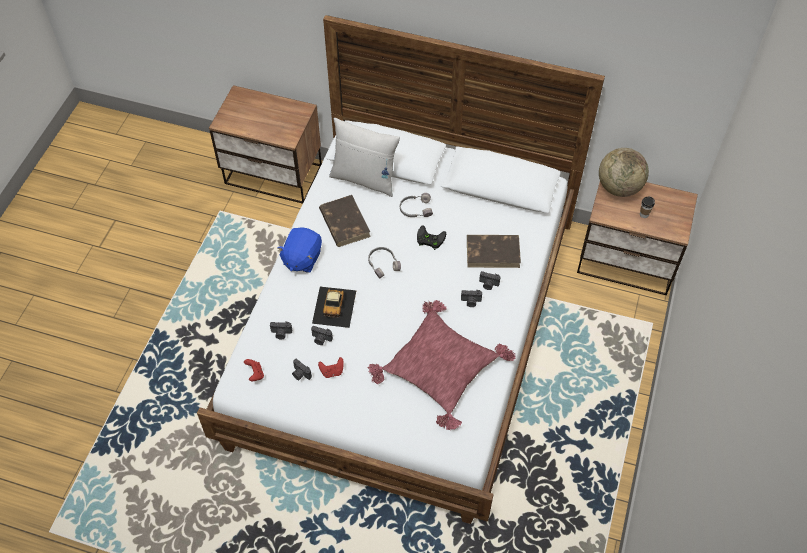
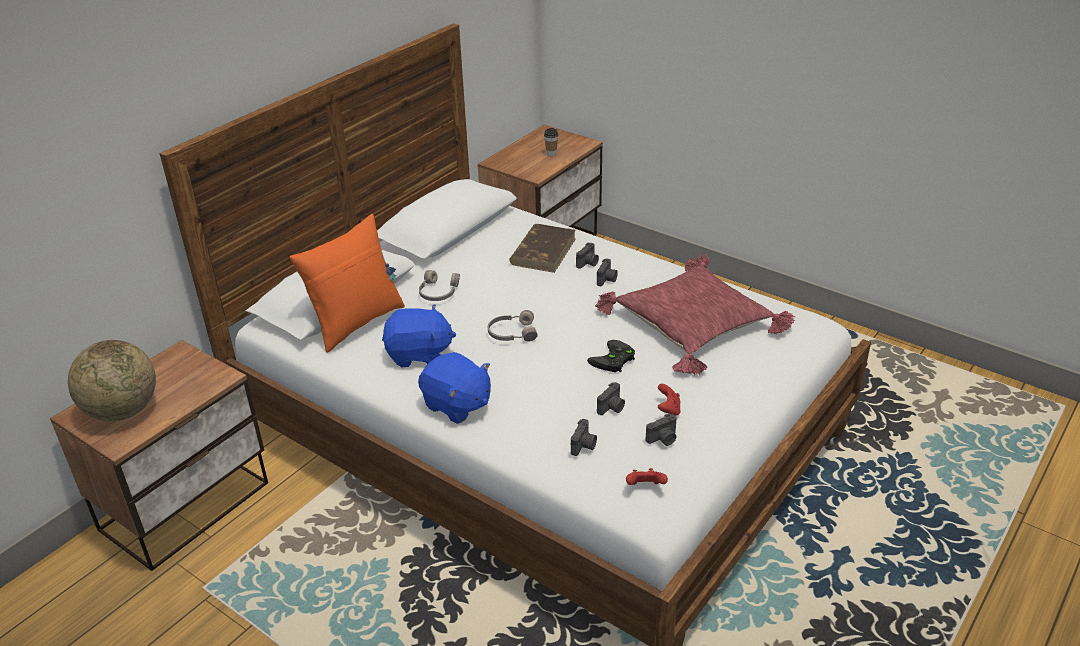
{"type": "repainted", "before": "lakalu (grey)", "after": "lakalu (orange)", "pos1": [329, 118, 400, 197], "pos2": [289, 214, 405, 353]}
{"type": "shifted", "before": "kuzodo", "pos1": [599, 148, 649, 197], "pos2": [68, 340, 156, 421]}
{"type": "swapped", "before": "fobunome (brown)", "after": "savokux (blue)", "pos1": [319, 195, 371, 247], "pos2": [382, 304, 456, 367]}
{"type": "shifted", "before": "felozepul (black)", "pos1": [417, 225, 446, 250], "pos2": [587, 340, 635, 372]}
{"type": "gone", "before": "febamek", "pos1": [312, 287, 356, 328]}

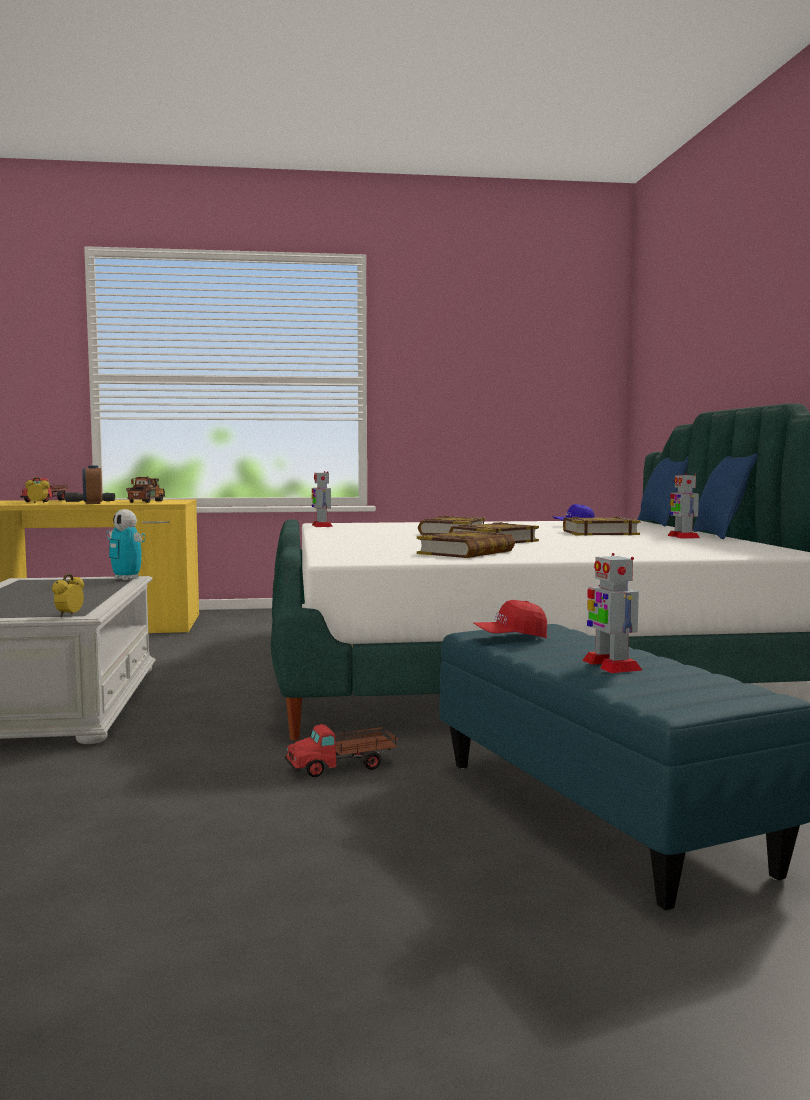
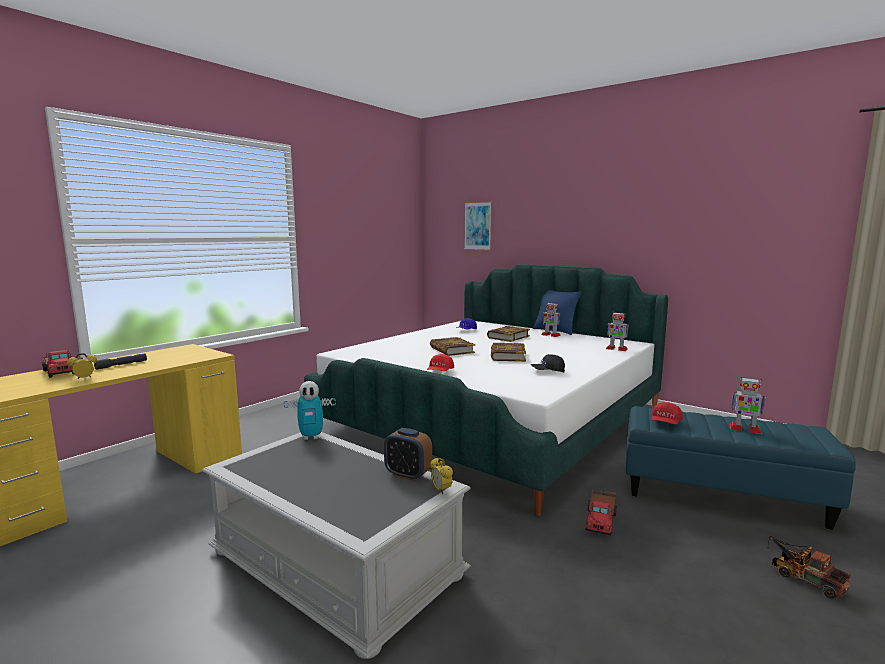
{"type": "gone", "before": "lakalu (blue)", "pos1": [637, 455, 689, 526]}
{"type": "shifted", "before": "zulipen", "pos1": [82, 466, 102, 504], "pos2": [384, 428, 432, 481]}
{"type": "shifted", "before": "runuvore", "pos1": [312, 471, 333, 527], "pos2": [606, 312, 629, 351]}
{"type": "shifted", "before": "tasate", "pos1": [126, 476, 165, 503], "pos2": [766, 537, 851, 598]}
{"type": "swapped", "before": "fobunome", "after": "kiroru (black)", "pos1": [417, 531, 515, 558], "pos2": [530, 354, 565, 372]}
{"type": "new", "after": "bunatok", "pos2": [464, 201, 491, 250]}
{"type": "new", "after": "kiroru (red)", "pos2": [427, 354, 454, 372]}

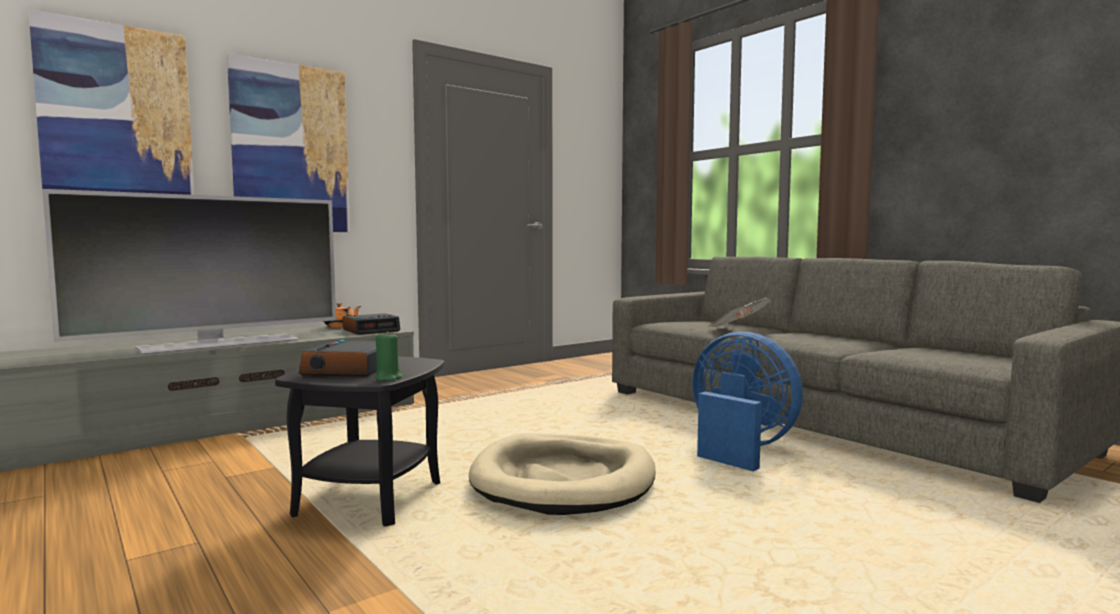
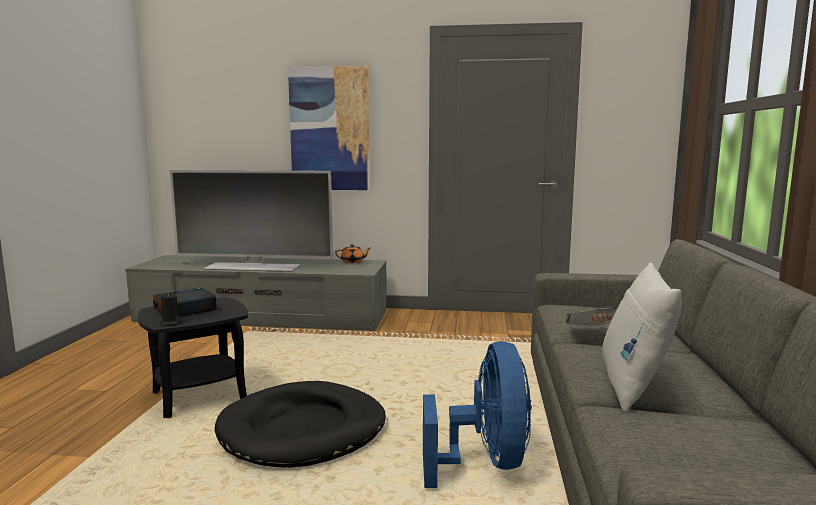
{"type": "gone", "before": "bunatok", "pos1": [28, 9, 194, 195]}
{"type": "gone", "before": "zulipen", "pos1": [342, 313, 400, 335]}
{"type": "repainted", "before": "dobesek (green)", "after": "dobesek (black)", "pos1": [374, 331, 403, 381], "pos2": [160, 292, 181, 326]}
{"type": "repainted", "before": "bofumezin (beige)", "after": "bofumezin (black)", "pos1": [469, 433, 656, 515], "pos2": [215, 381, 386, 468]}
{"type": "new", "after": "lakalu (grey)", "pos2": [602, 262, 682, 412]}

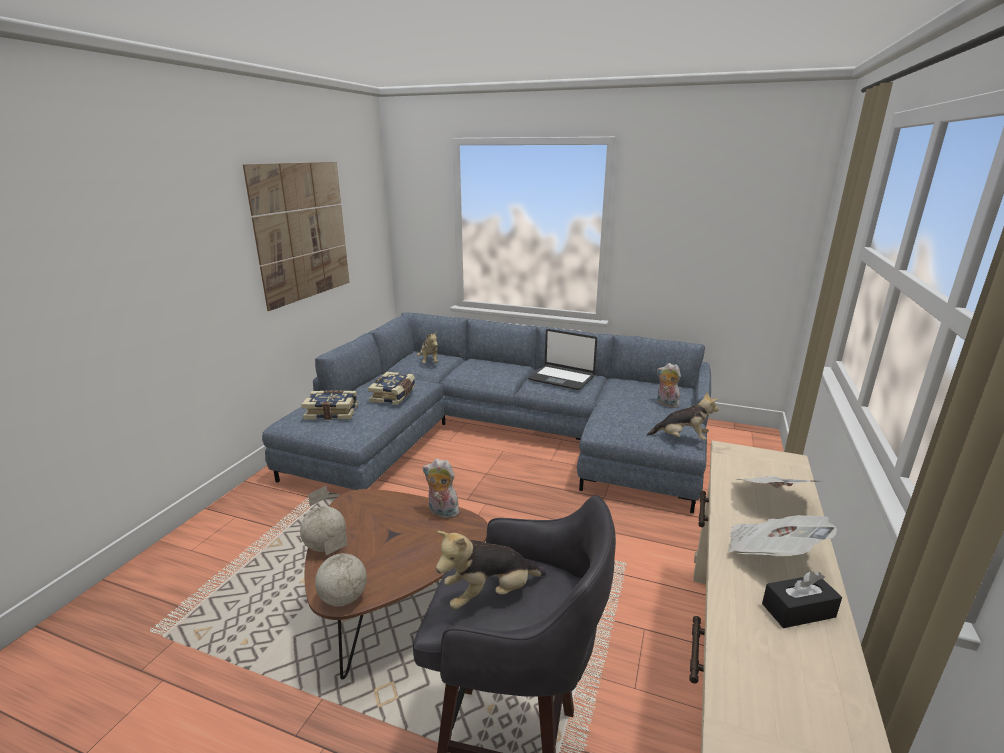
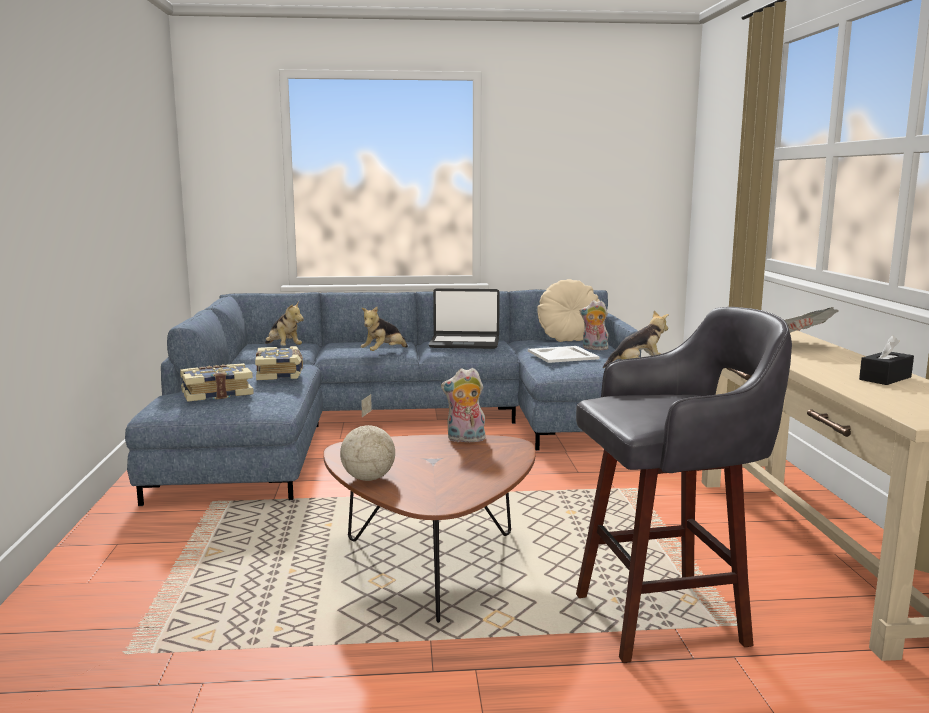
{"type": "gone", "before": "bunatok", "pos1": [243, 162, 350, 311]}
{"type": "gone", "before": "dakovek", "pos1": [727, 515, 837, 556]}
{"type": "shifted", "before": "savokux", "pos1": [436, 531, 547, 609], "pos2": [361, 307, 408, 351]}
{"type": "gone", "before": "kuzodo", "pos1": [315, 532, 367, 606]}
{"type": "new", "after": "lakalu (beige)", "pos2": [537, 279, 600, 342]}
{"type": "new", "after": "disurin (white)", "pos2": [528, 346, 599, 363]}

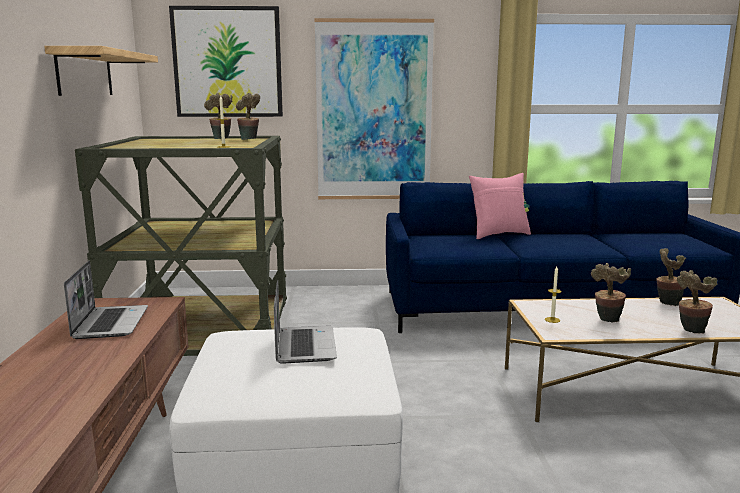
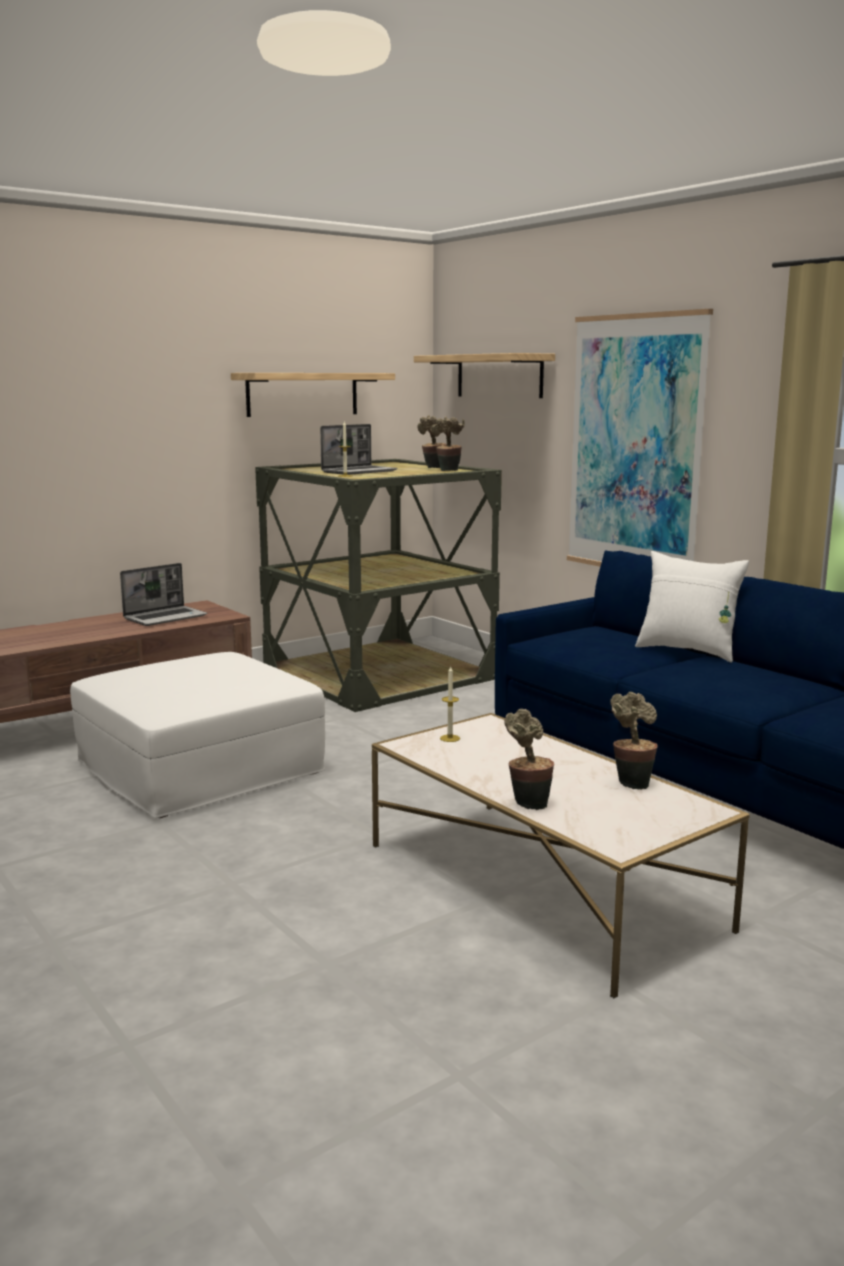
{"type": "swapped", "before": "bunatok", "after": "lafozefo", "pos1": [169, 6, 283, 117], "pos2": [414, 353, 555, 398]}
{"type": "repainted", "before": "lakalu (pink)", "after": "lakalu (white)", "pos1": [469, 173, 531, 239], "pos2": [635, 551, 749, 663]}
{"type": "gone", "before": "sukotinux", "pos1": [591, 263, 631, 322]}
{"type": "shifted", "before": "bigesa", "pos1": [274, 280, 337, 364], "pos2": [320, 424, 398, 475]}

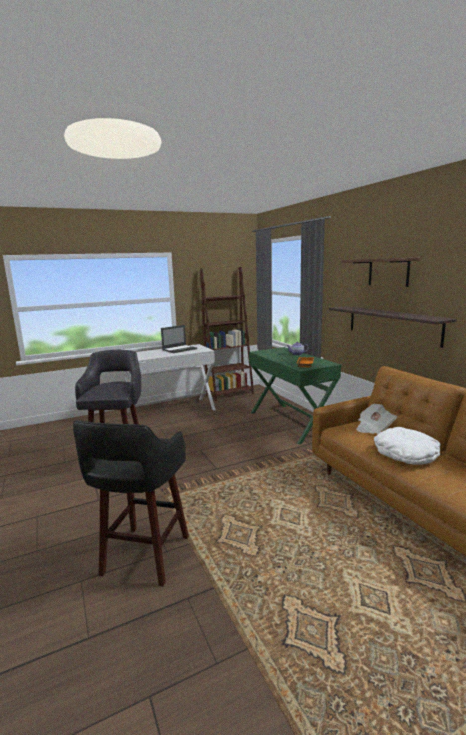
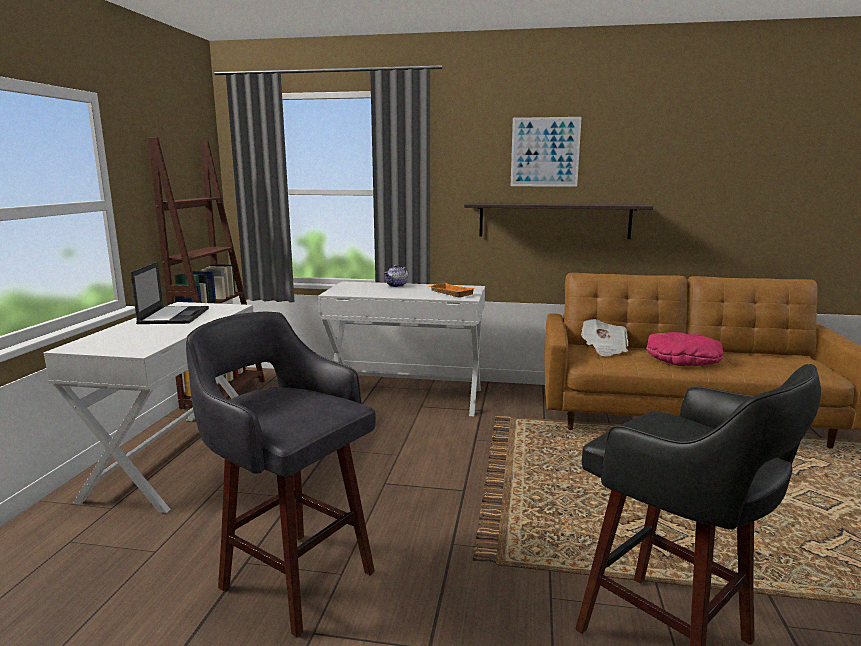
{"type": "swapped", "before": "lafozefo", "after": "bunatok", "pos1": [342, 257, 420, 287], "pos2": [511, 117, 582, 187]}
{"type": "repainted", "before": "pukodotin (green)", "after": "pukodotin (white)", "pos1": [249, 347, 341, 445], "pos2": [318, 281, 485, 417]}
{"type": "repainted", "before": "lakalu (white)", "after": "lakalu (pink)", "pos1": [374, 427, 441, 465], "pos2": [646, 332, 724, 366]}

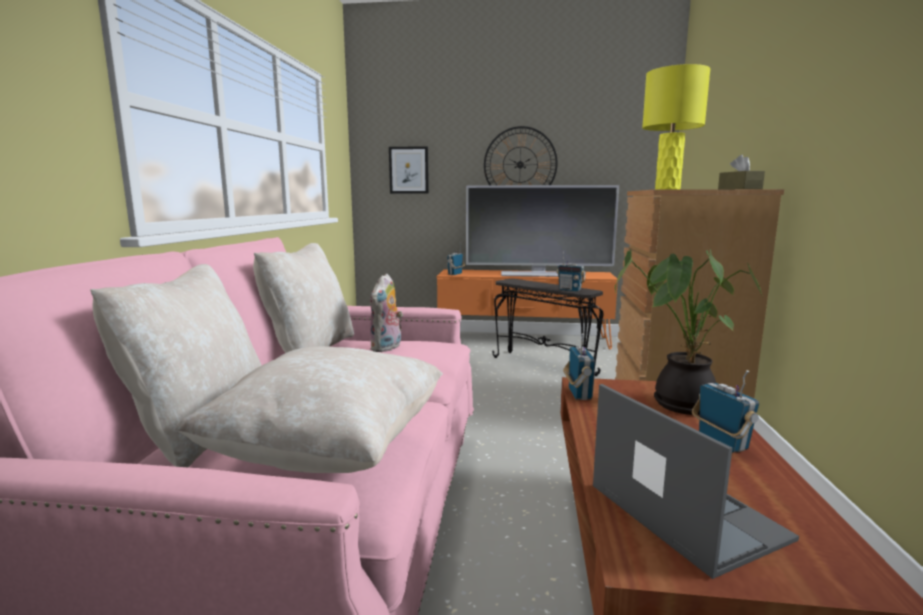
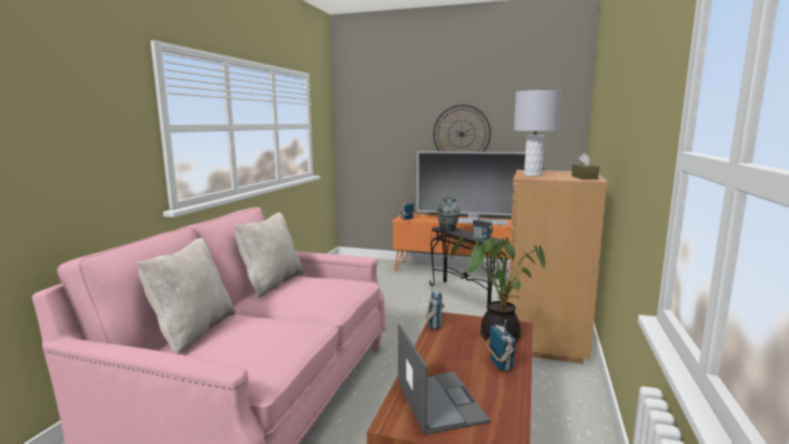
{"type": "repainted", "before": "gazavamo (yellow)", "after": "gazavamo (grey)", "pos1": [642, 64, 710, 190], "pos2": [514, 90, 561, 176]}
{"type": "gone", "before": "bunatok", "pos1": [389, 146, 429, 194]}
{"type": "gone", "before": "savokux", "pos1": [370, 273, 403, 352]}
{"type": "gone", "before": "lakalu (beige)", "pos1": [175, 346, 443, 473]}
{"type": "new", "after": "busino", "pos2": [437, 197, 460, 231]}

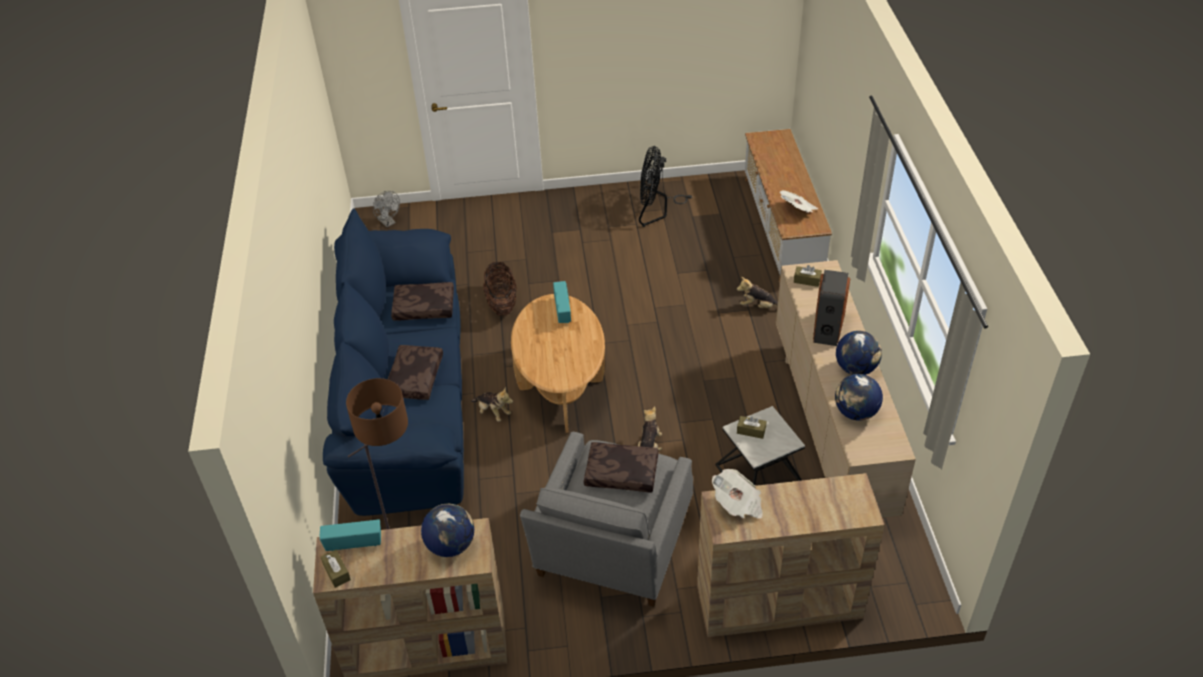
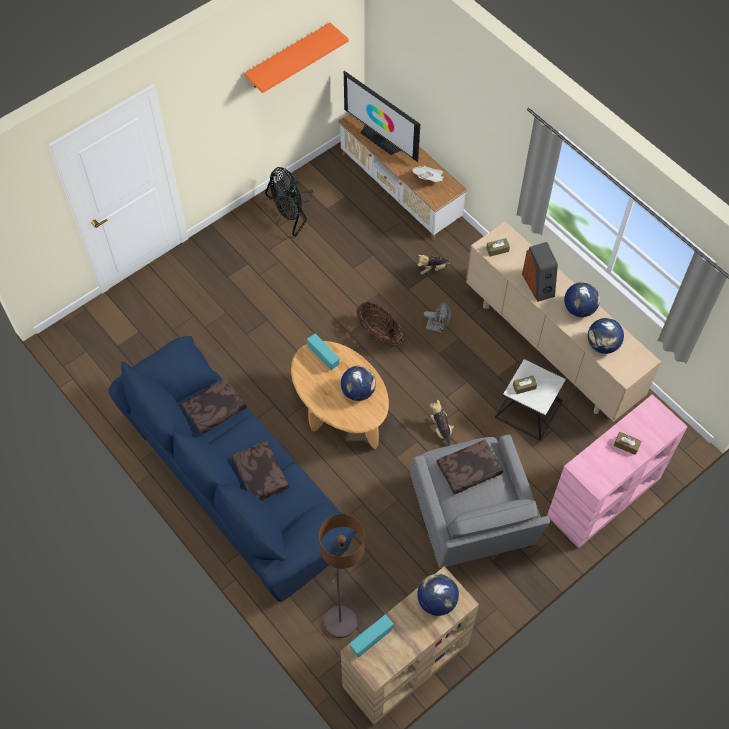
{"type": "shifted", "before": "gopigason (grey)", "pos1": [373, 191, 400, 227], "pos2": [424, 302, 451, 333]}
{"type": "shifted", "before": "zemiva", "pos1": [483, 262, 516, 316], "pos2": [357, 302, 404, 348]}
{"type": "gone", "before": "savokux", "pos1": [471, 387, 513, 422]}
{"type": "gone", "before": "dakovek", "pos1": [712, 469, 763, 519]}
{"type": "repainted", "before": "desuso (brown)", "after": "desuso (pink)", "pos1": [697, 473, 885, 637], "pos2": [547, 394, 688, 548]}
{"type": "shifted", "before": "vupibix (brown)", "pos1": [321, 550, 351, 588], "pos2": [614, 432, 641, 455]}
{"type": "new", "after": "lafozefo (orange)", "pos2": [244, 23, 348, 93]}
{"type": "new", "after": "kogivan", "pos2": [344, 71, 420, 162]}
{"type": "new", "after": "kuzodo", "pos2": [341, 366, 376, 401]}

